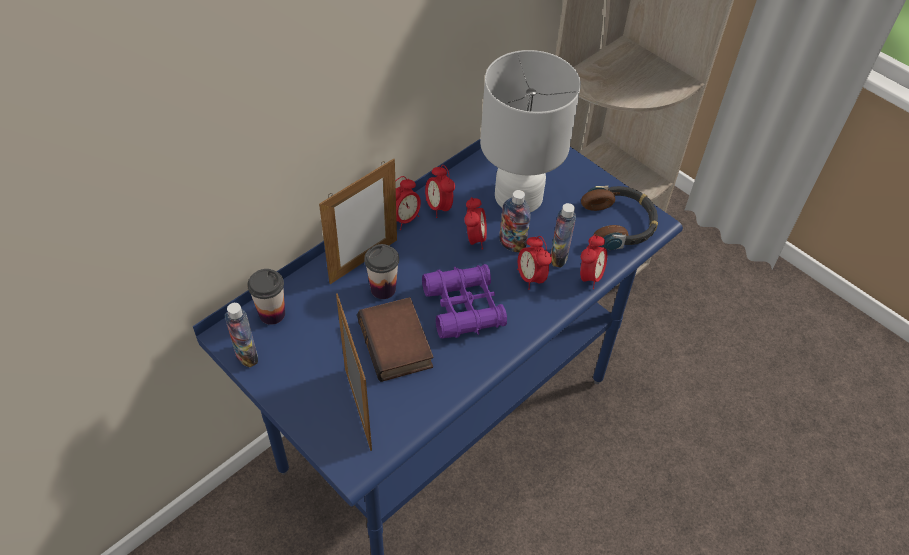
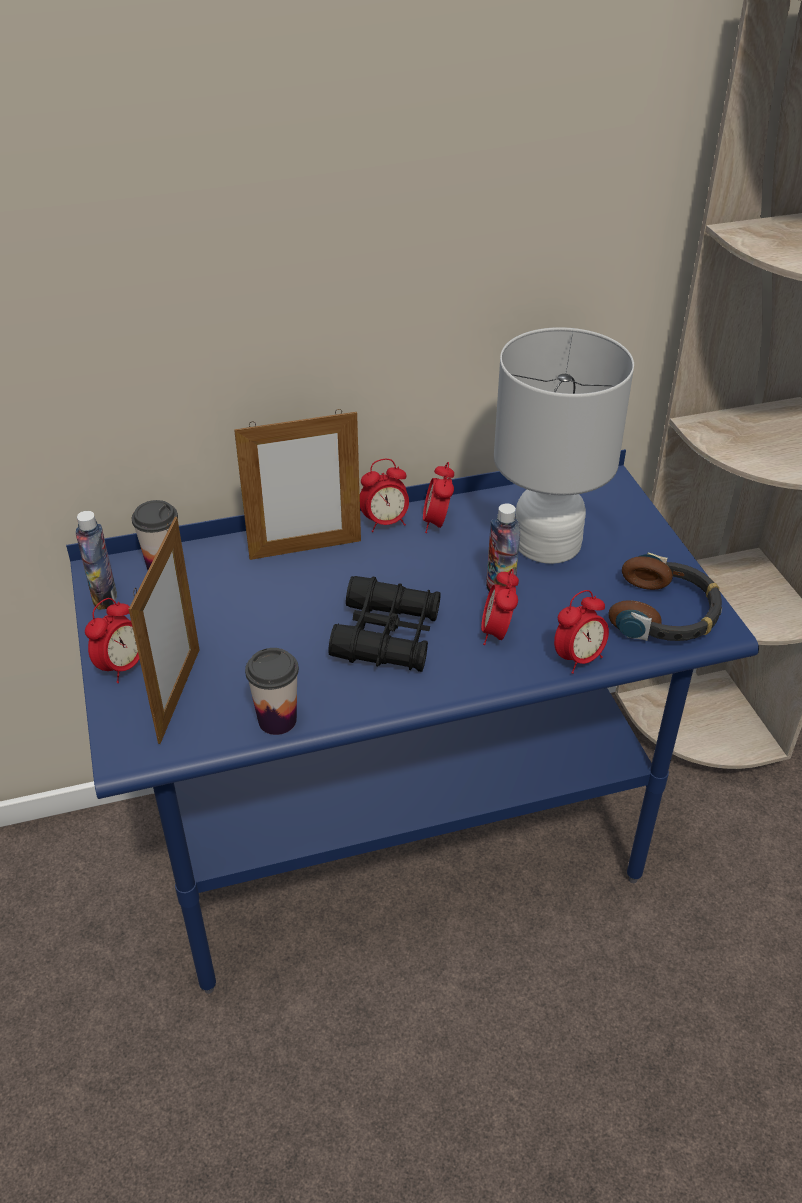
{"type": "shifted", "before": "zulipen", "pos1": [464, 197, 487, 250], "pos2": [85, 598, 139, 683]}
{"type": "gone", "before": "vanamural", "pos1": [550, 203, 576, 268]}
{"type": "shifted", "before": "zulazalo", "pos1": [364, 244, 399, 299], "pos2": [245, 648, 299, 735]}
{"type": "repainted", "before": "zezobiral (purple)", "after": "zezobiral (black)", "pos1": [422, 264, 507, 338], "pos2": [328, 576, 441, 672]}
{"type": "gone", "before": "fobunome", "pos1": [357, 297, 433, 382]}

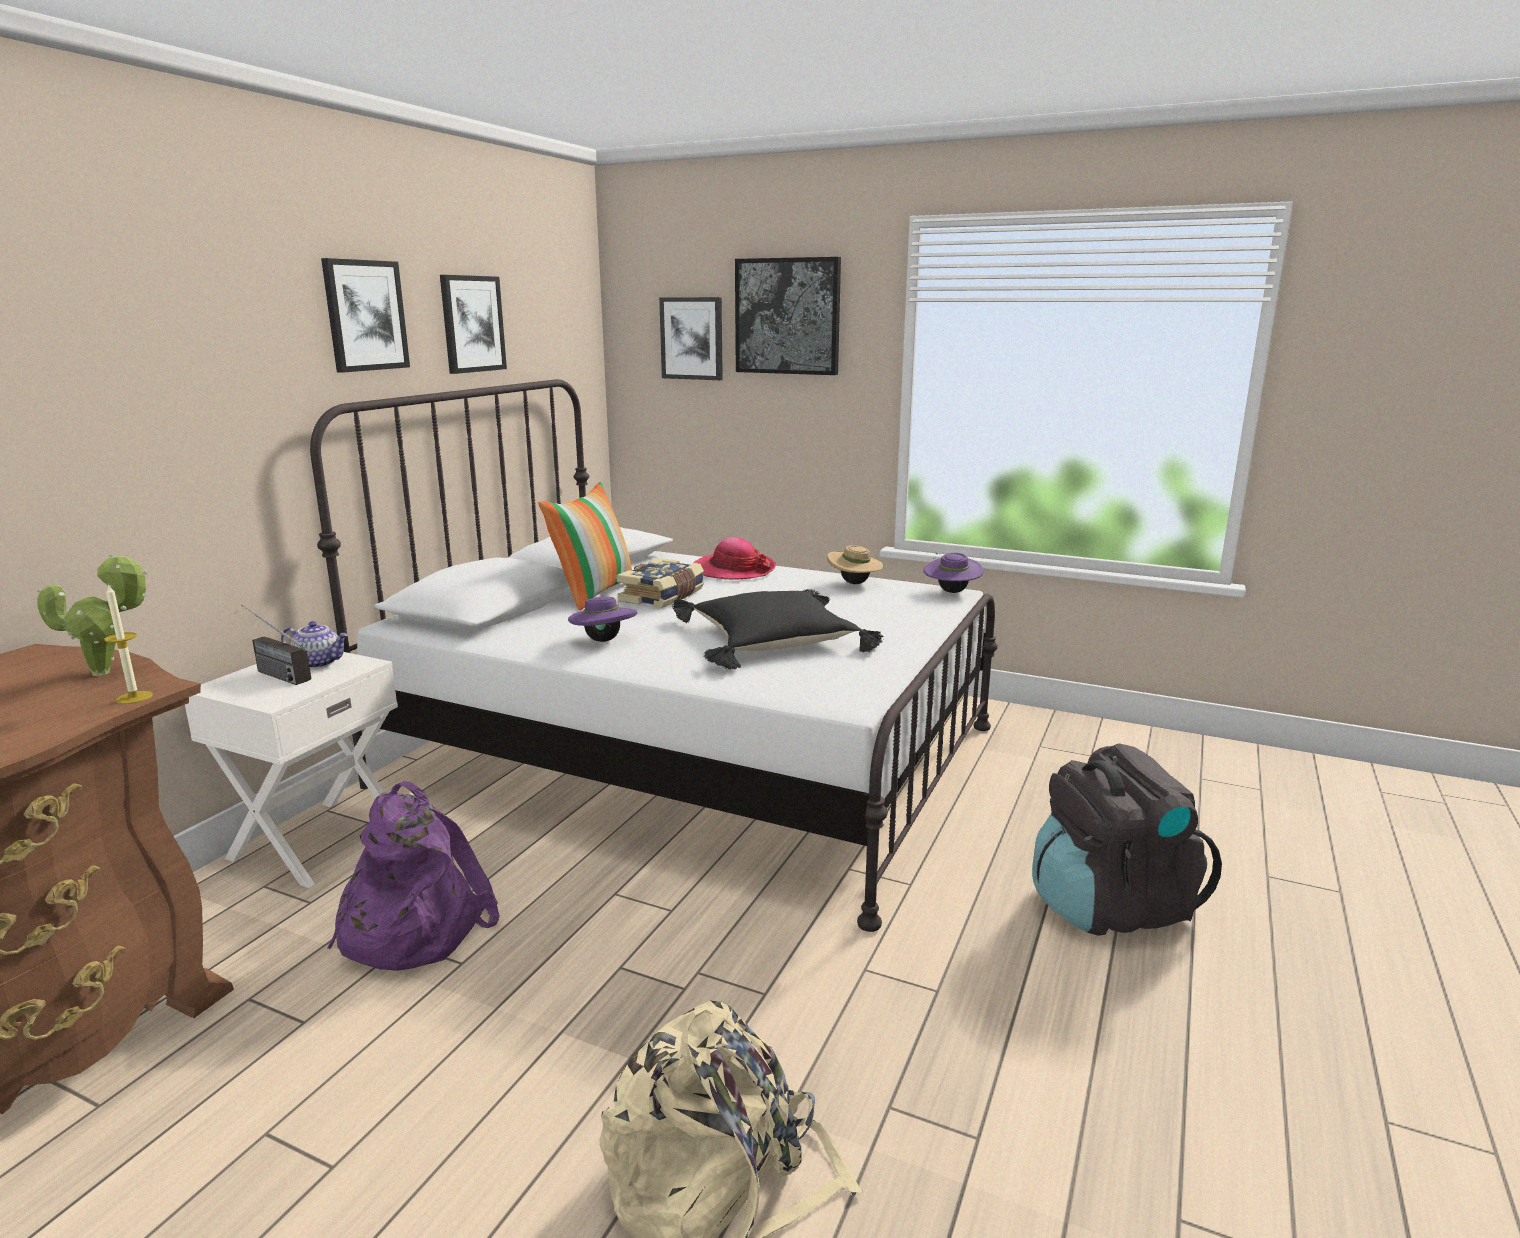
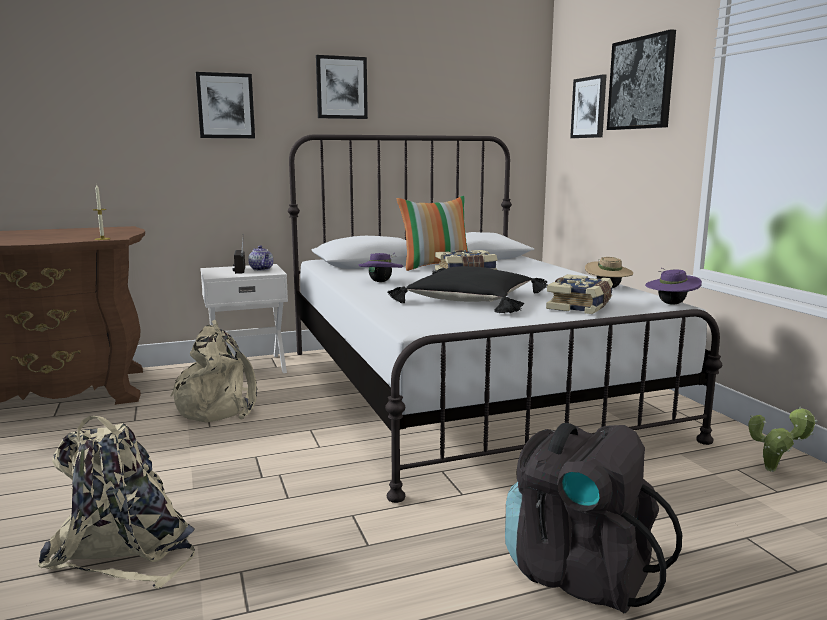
{"type": "shifted", "before": "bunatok", "pos1": [440, 275, 507, 374], "pos2": [196, 72, 255, 138]}
{"type": "gone", "before": "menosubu", "pos1": [693, 537, 776, 580]}
{"type": "shifted", "before": "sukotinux", "pos1": [37, 553, 148, 676], "pos2": [748, 406, 818, 472]}
{"type": "repainted", "before": "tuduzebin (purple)", "after": "tuduzebin (beige)", "pos1": [327, 781, 499, 971], "pos2": [170, 320, 259, 422]}
{"type": "new", "after": "fobunome", "pos2": [546, 274, 613, 314]}

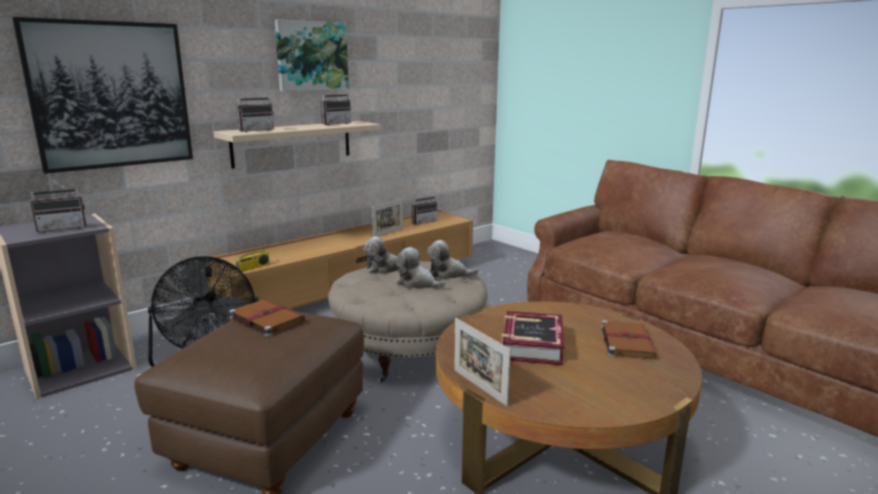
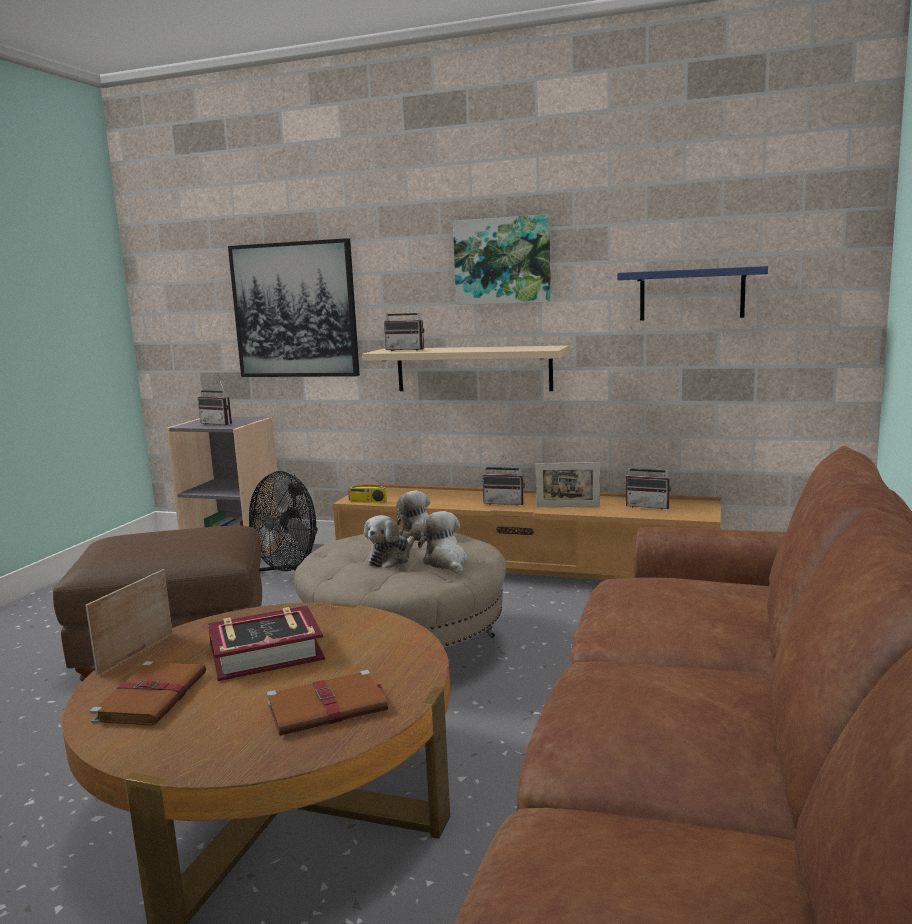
{"type": "shifted", "before": "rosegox", "pos1": [321, 87, 351, 125], "pos2": [483, 456, 525, 506]}
{"type": "rotated", "before": "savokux", "pos1": [395, 247, 446, 289], "pos2": [364, 515, 414, 568], "turn": -150}
{"type": "shifted", "before": "fobunome (brown)", "pos1": [229, 299, 305, 337], "pos2": [90, 661, 206, 726]}
{"type": "new", "after": "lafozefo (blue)", "pos2": [617, 266, 768, 320]}

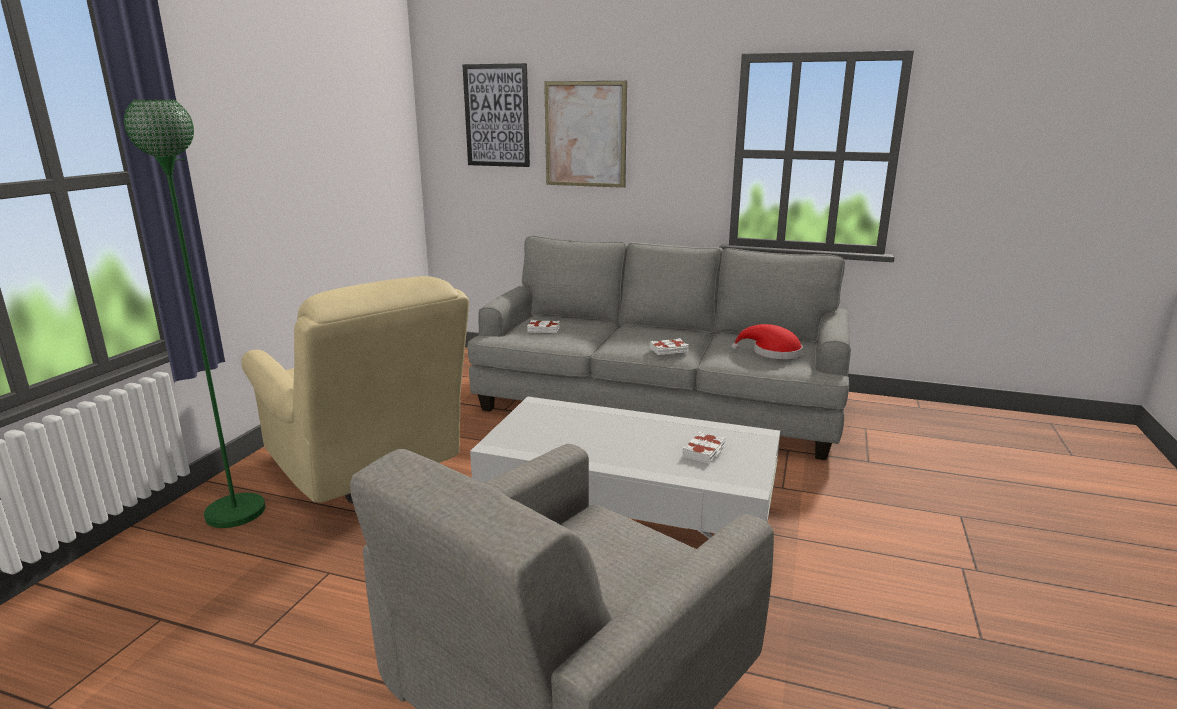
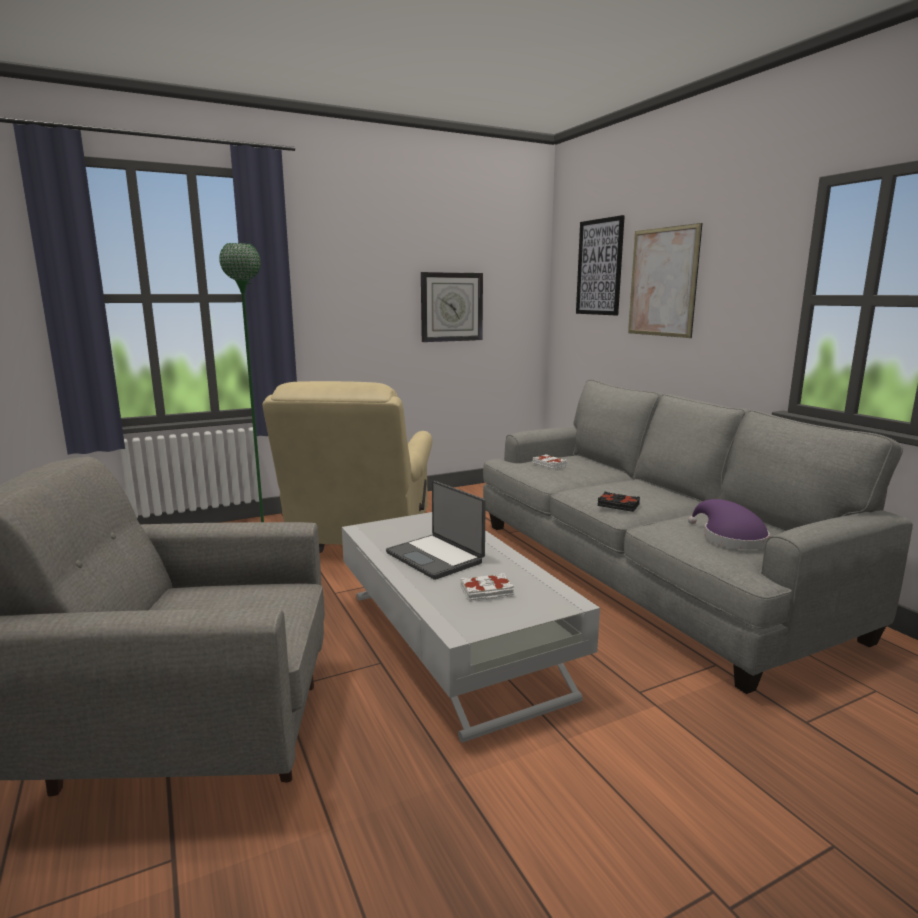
{"type": "repainted", "before": "menosubu (red)", "after": "menosubu (purple)", "pos1": [731, 324, 803, 359], "pos2": [688, 499, 770, 550]}
{"type": "repainted", "before": "fobunome (white)", "after": "fobunome (black)", "pos1": [650, 338, 689, 355], "pos2": [597, 492, 640, 512]}
{"type": "new", "after": "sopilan", "pos2": [421, 272, 483, 342]}
{"type": "new", "after": "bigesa", "pos2": [386, 481, 486, 580]}

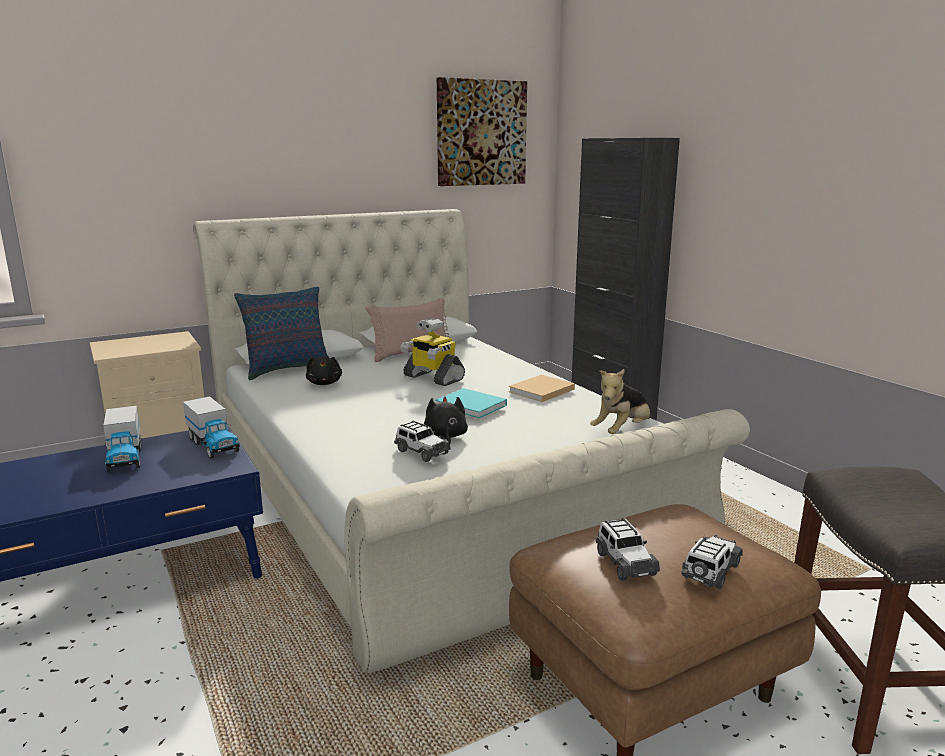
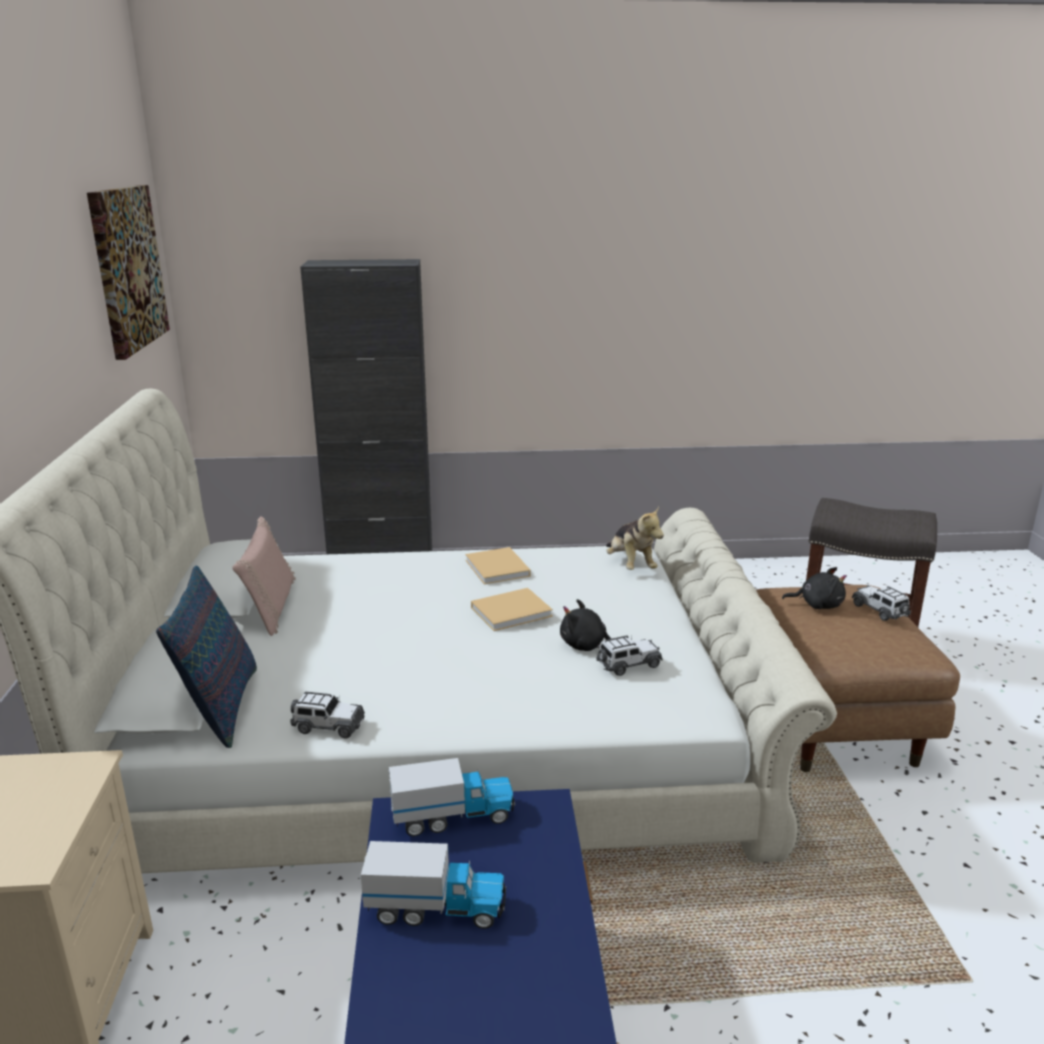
{"type": "gone", "before": "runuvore", "pos1": [400, 318, 465, 386]}
{"type": "shifted", "before": "savokux (black)", "pos1": [306, 356, 342, 385], "pos2": [782, 567, 847, 609]}
{"type": "repainted", "before": "fobunome (turquoise)", "after": "fobunome (beige)", "pos1": [435, 388, 507, 418], "pos2": [471, 588, 553, 631]}
{"type": "shifted", "before": "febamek", "pos1": [595, 518, 660, 581], "pos2": [290, 692, 365, 739]}

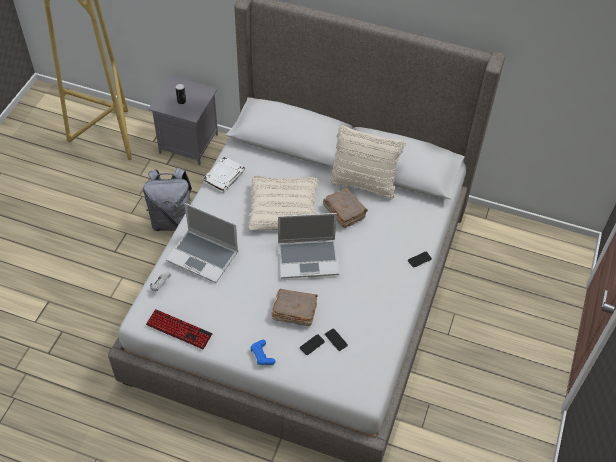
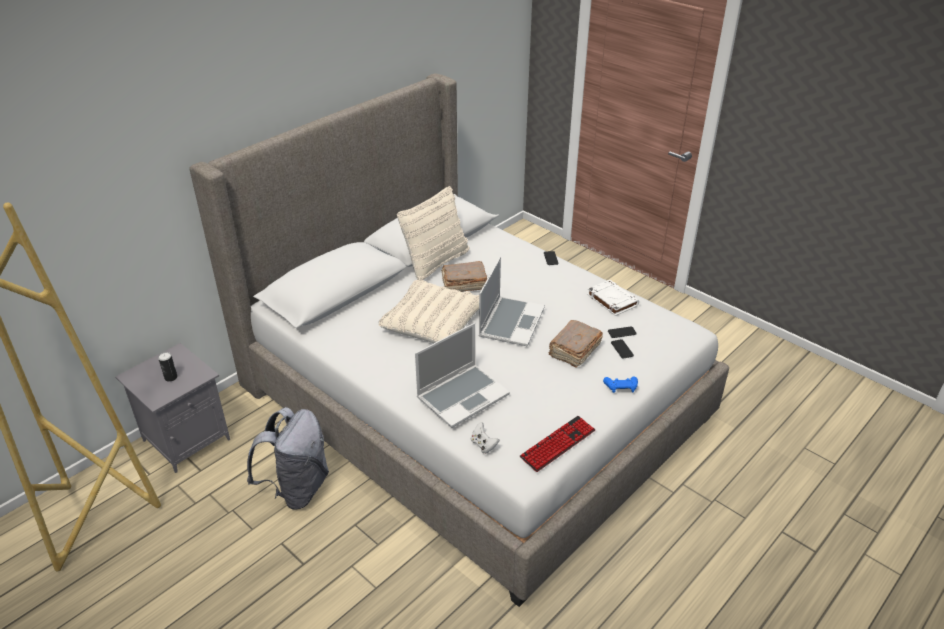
{"type": "shifted", "before": "fobunome (white)", "pos1": [203, 157, 245, 193], "pos2": [587, 280, 639, 316]}

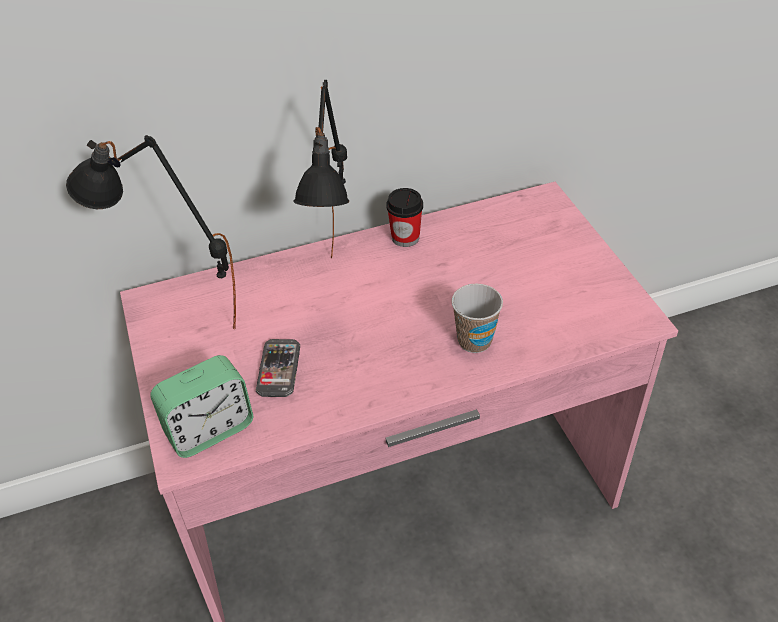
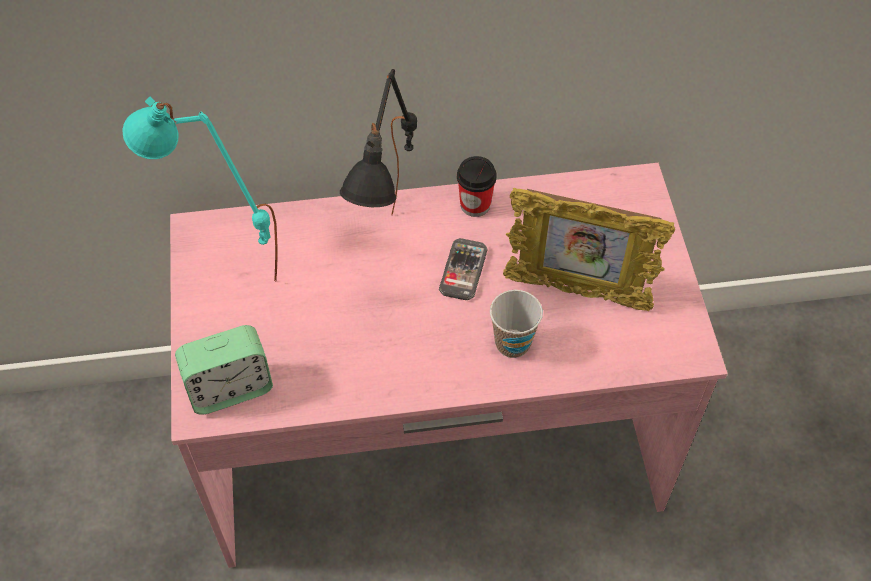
{"type": "repainted", "before": "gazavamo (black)", "after": "gazavamo (turquoise)", "pos1": [66, 135, 236, 330], "pos2": [122, 97, 278, 282]}
{"type": "shifted", "before": "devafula", "pos1": [256, 339, 300, 397], "pos2": [439, 238, 487, 300]}
{"type": "new", "after": "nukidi", "pos2": [503, 188, 675, 311]}

